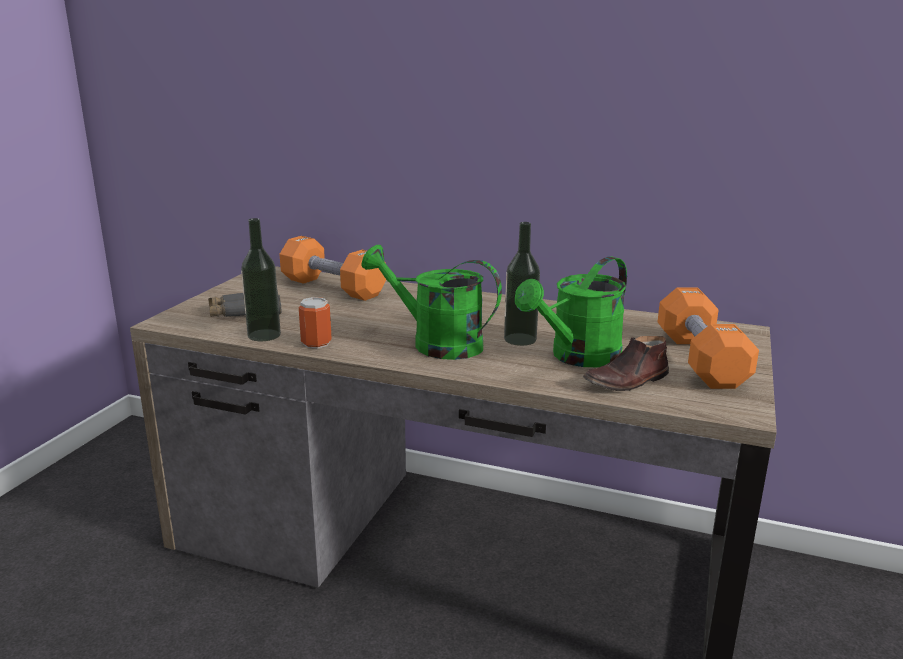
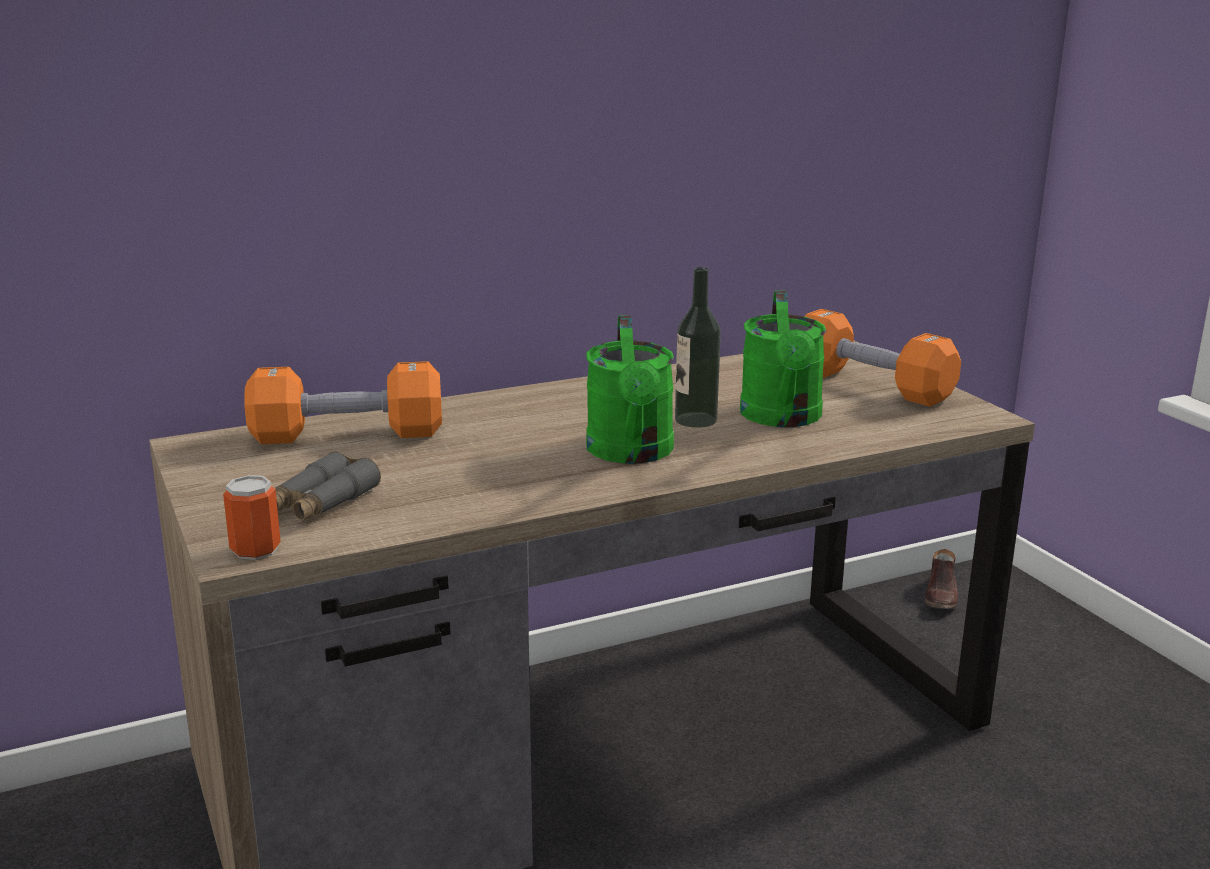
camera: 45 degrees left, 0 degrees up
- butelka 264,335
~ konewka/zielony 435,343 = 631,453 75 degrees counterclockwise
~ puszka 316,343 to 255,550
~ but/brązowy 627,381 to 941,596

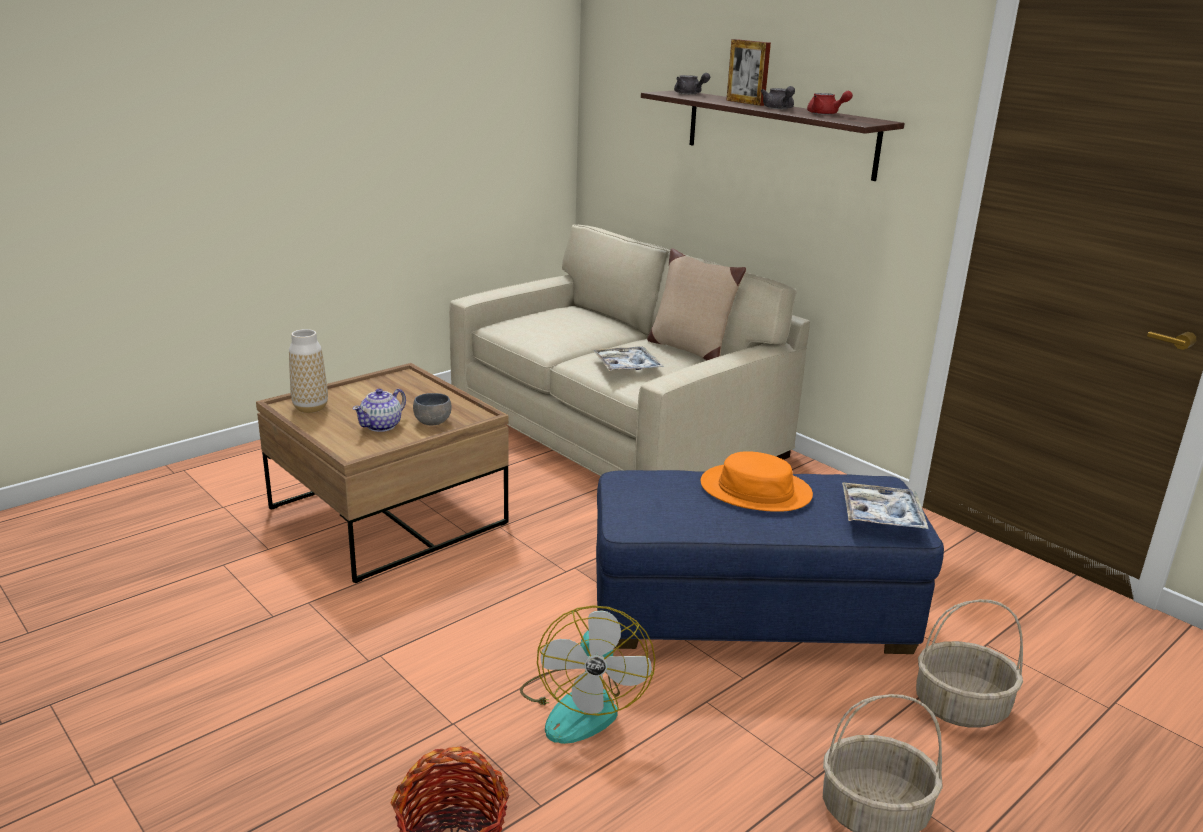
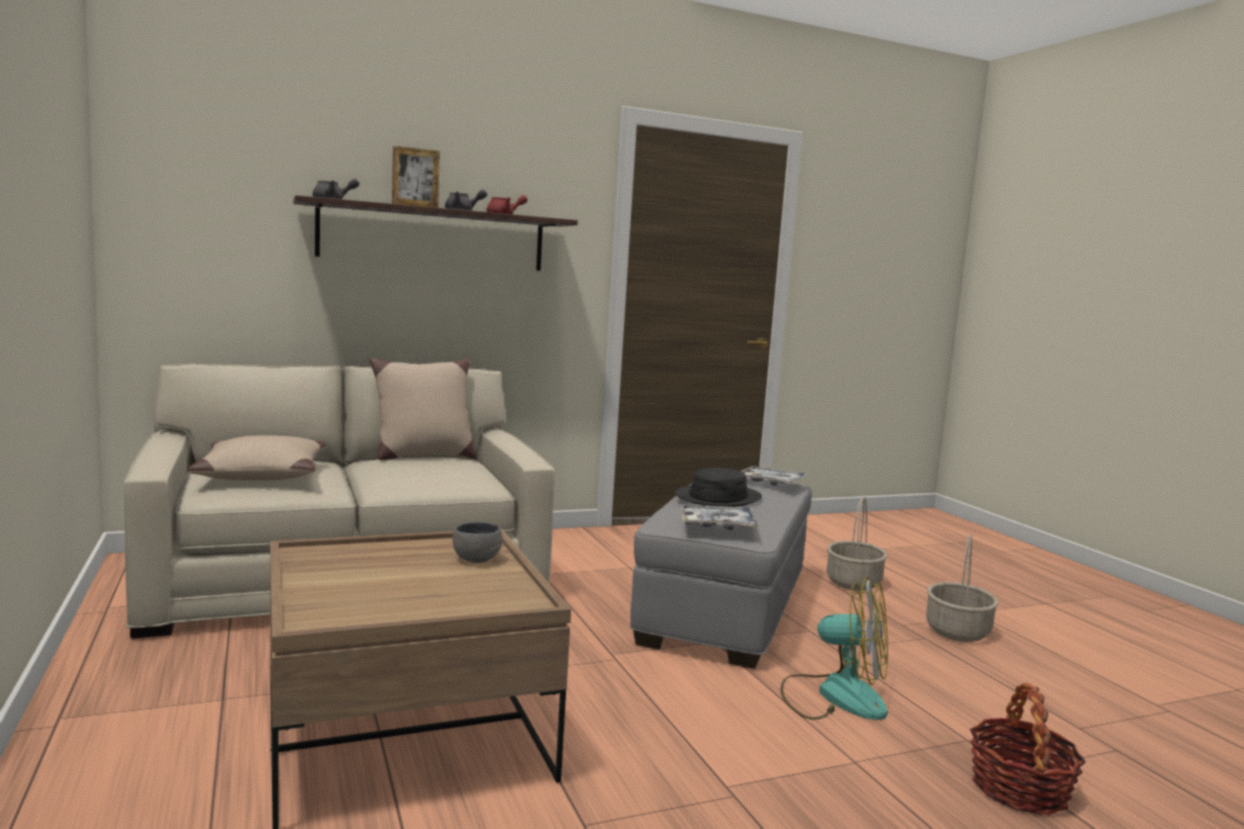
camera: 70 degrees left, 15 degrees down
- wazon 310,408
~ taca 626,366 to 718,525
- imbryk 382,426
~ kapelusz/pomarańczowy 755,490 to kapelusz/czarny 718,497
~ pufa/niebieski 750,612 to pufa/szary 723,607
+ poduszka/beżowy 260,474

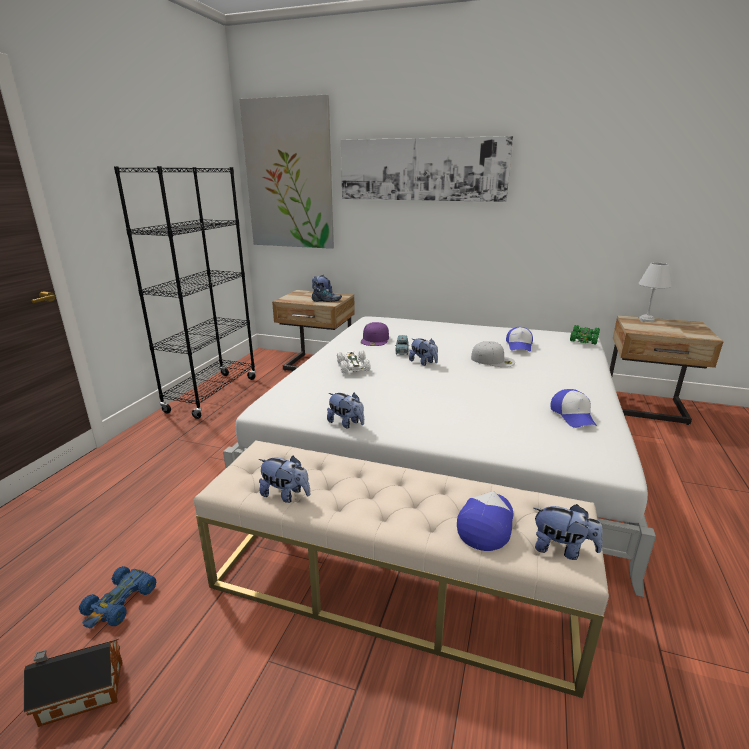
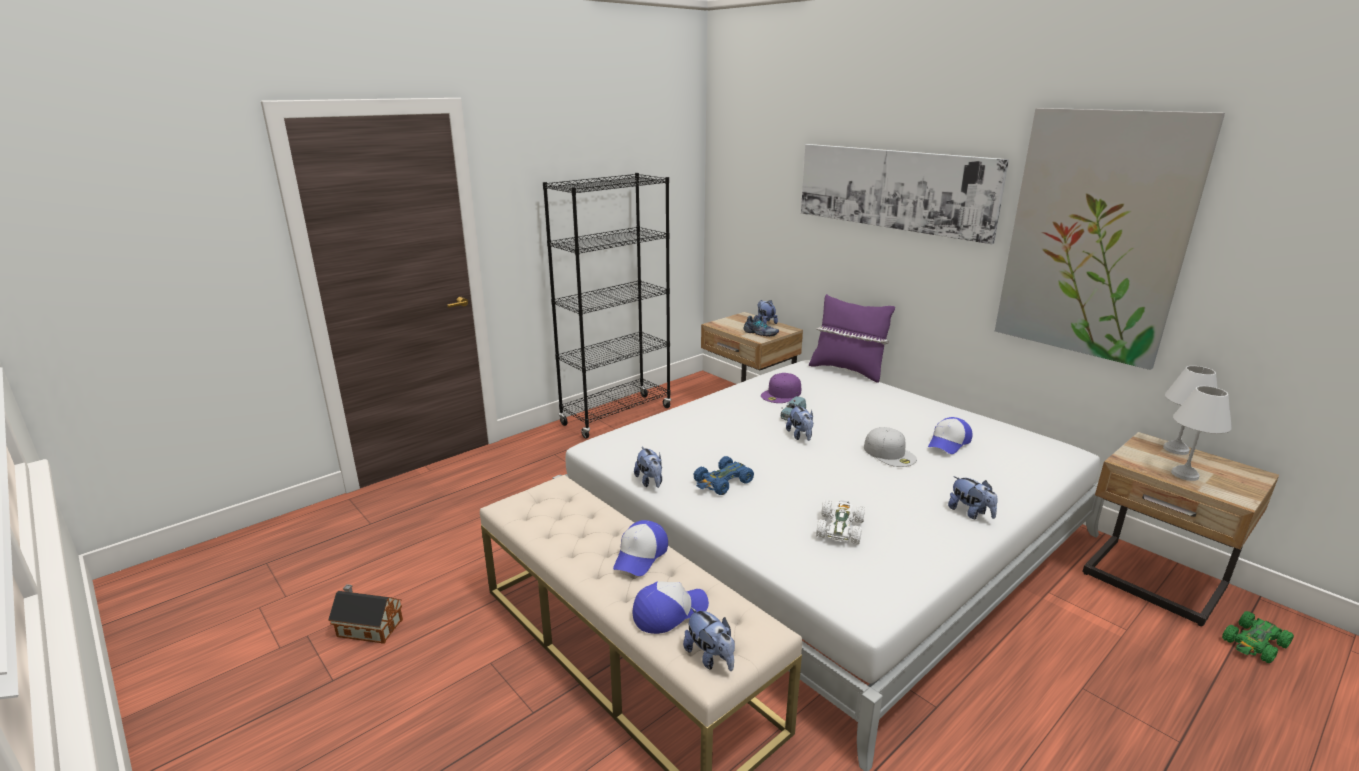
camera: 30 degrees right, 0 degrees up
~ obraz 289,175 to 1095,236
~ samochodzik/zielony 584,339 to 1254,643
~ samochodzik/biały 352,366 to 839,528
~ czapka z daszkiem 573,416 to 640,556
~ pluszak 285,495 to 970,513
~ samochodzik/niebieski 120,602 to 722,482
+ poduszka/fioletowy 847,370
+ lampa stołowa/biały 1183,474

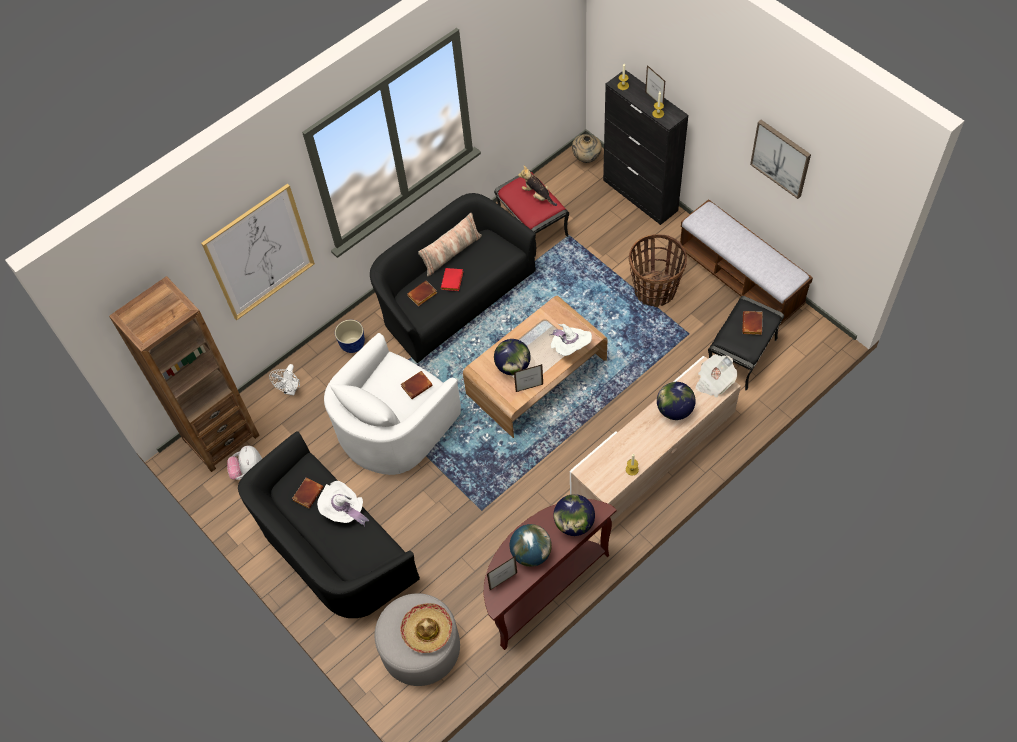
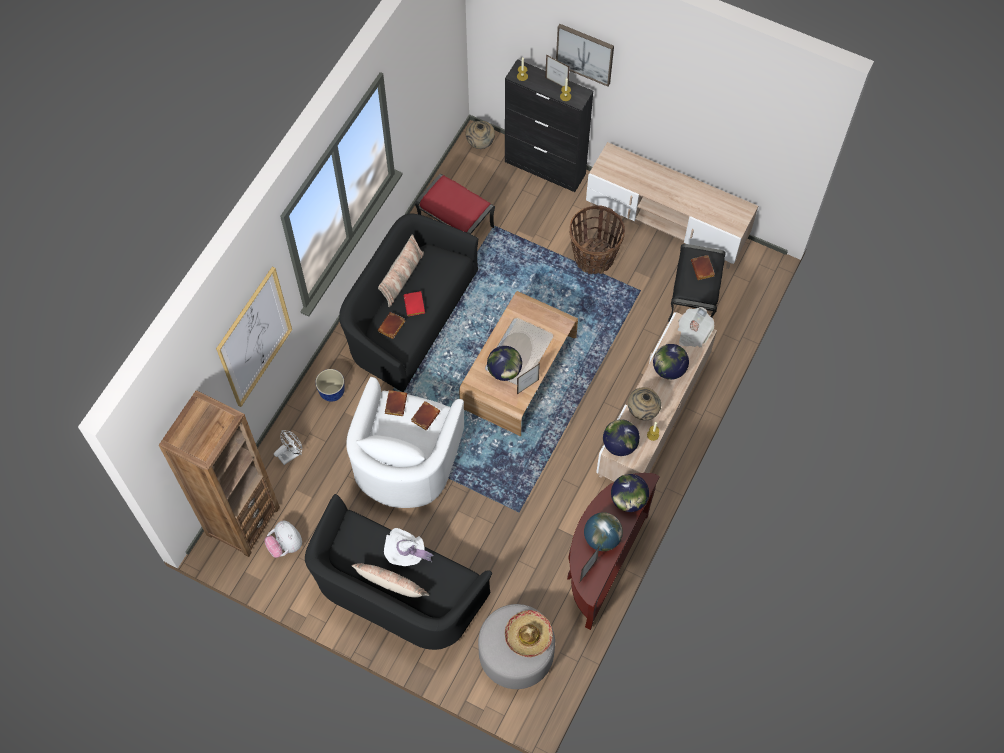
camera: 25 degrees left, 5 degrees up
~ obraz 781,158 to 585,54
- pluszak 537,195
~ ławka 740,278 to szafka pod telewizor/beżowy 666,224
- kapelusz/biały 570,347
~ wentylator/biały 291,390 = 291,454 120 degrees counterclockwise
~ książka/brązowy 308,493 to 395,403
+ wazon/beżowy 642,411
+ globus 619,445
+ poduszka 391,585

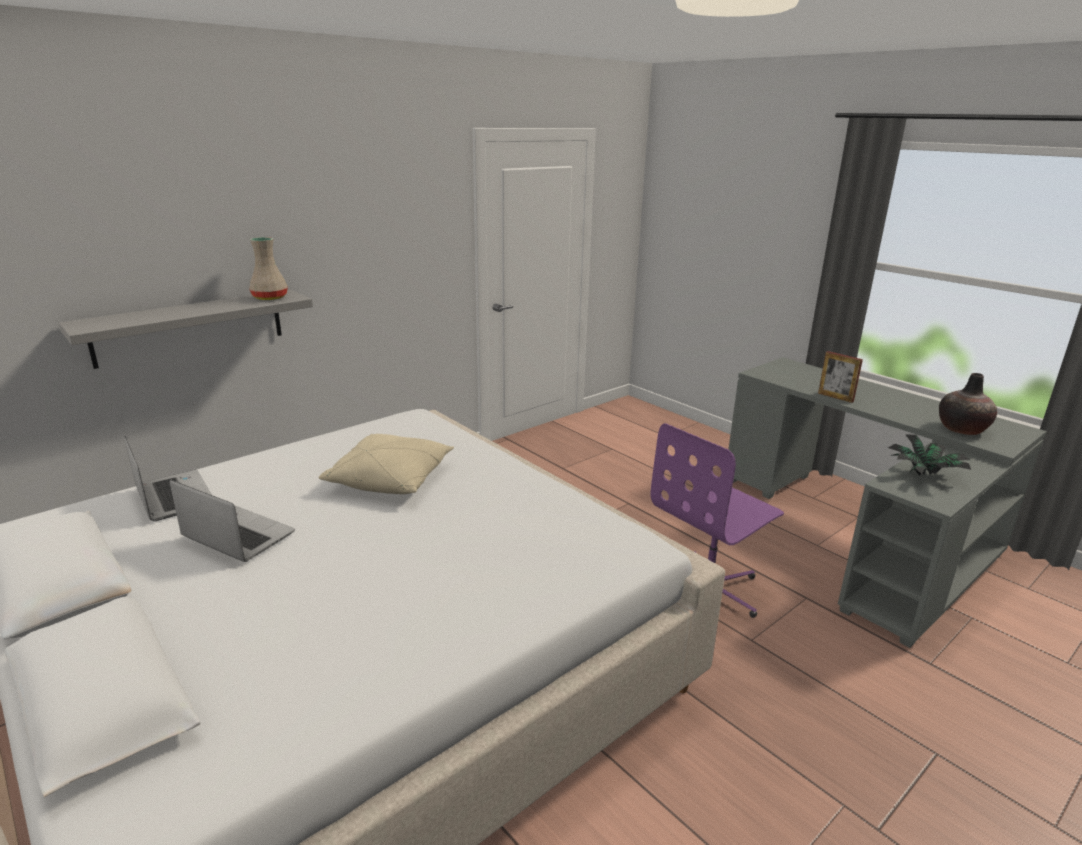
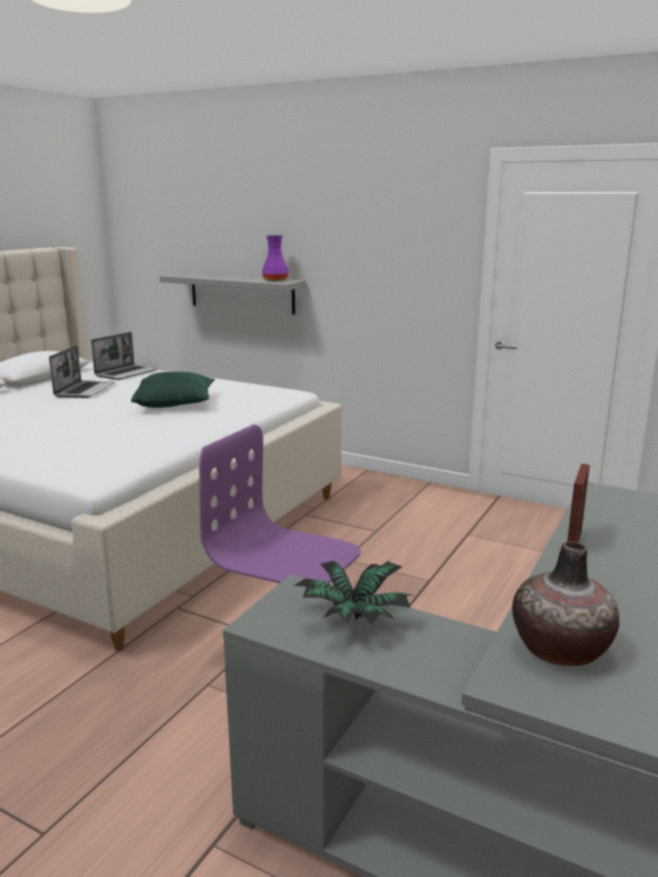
camera: 70 degrees right, 5 degrees down
~ wazon/beżowy 269,297 to wazon/fioletowy 275,280
~ poduszka/beżowy 391,478 to poduszka/zielony 175,403

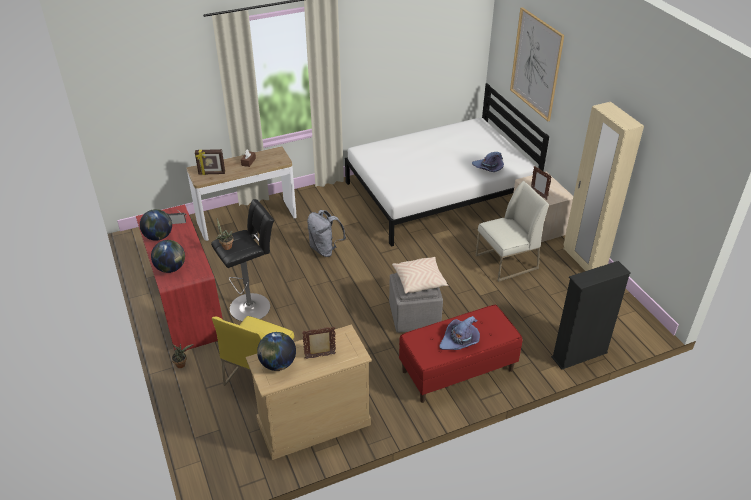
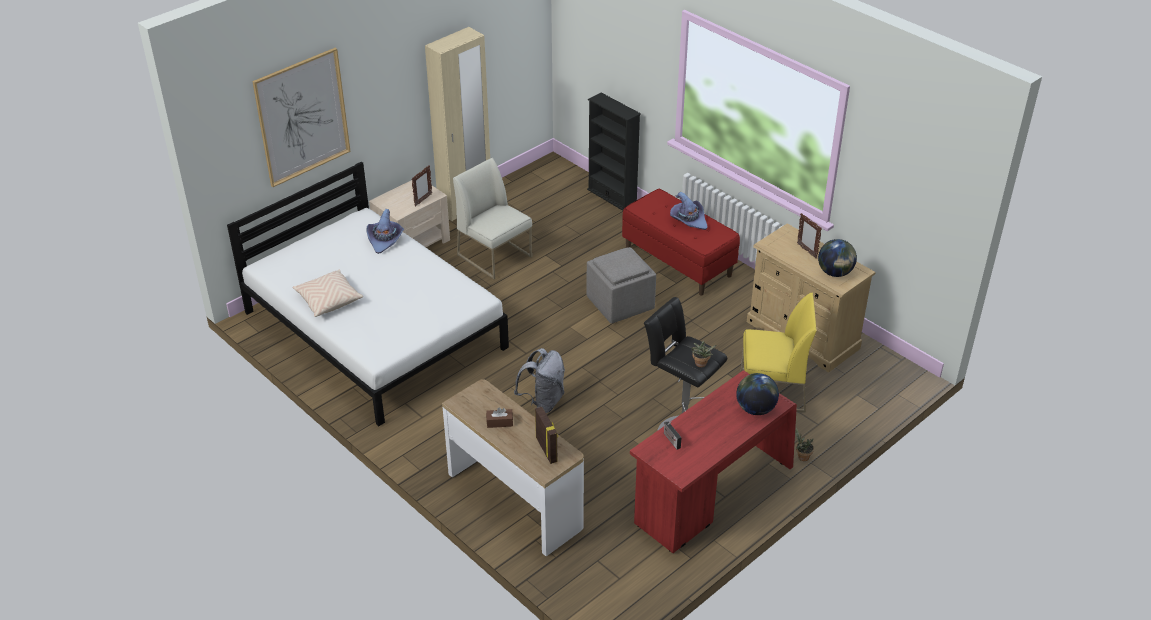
camera: 110 degrees left, 0 degrees up
- globus 159,237
~ poduszka/beżowy 419,281 to 328,300

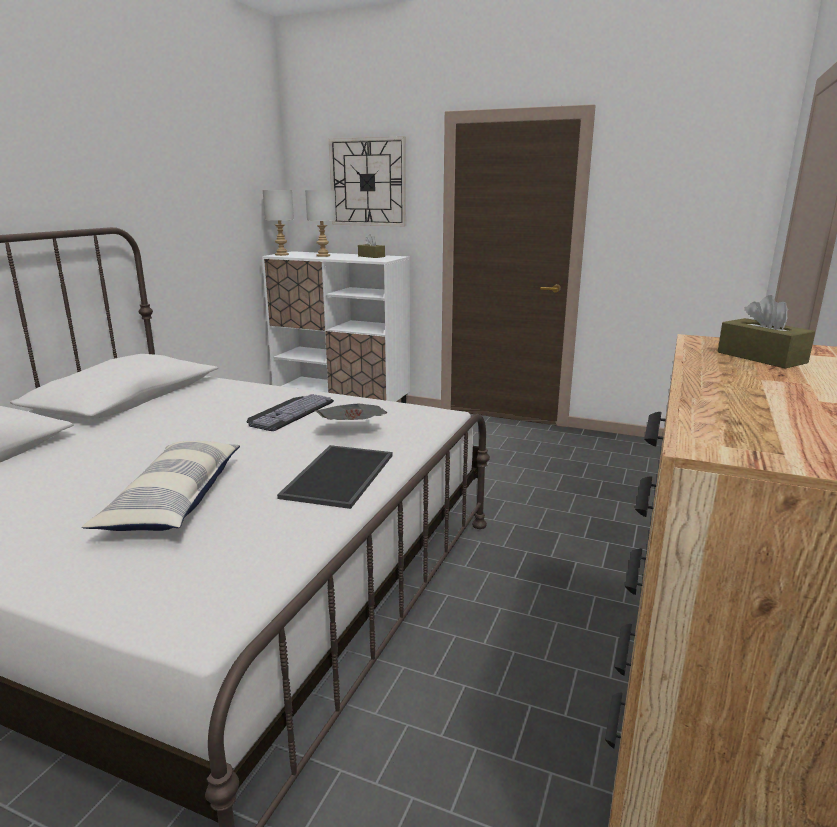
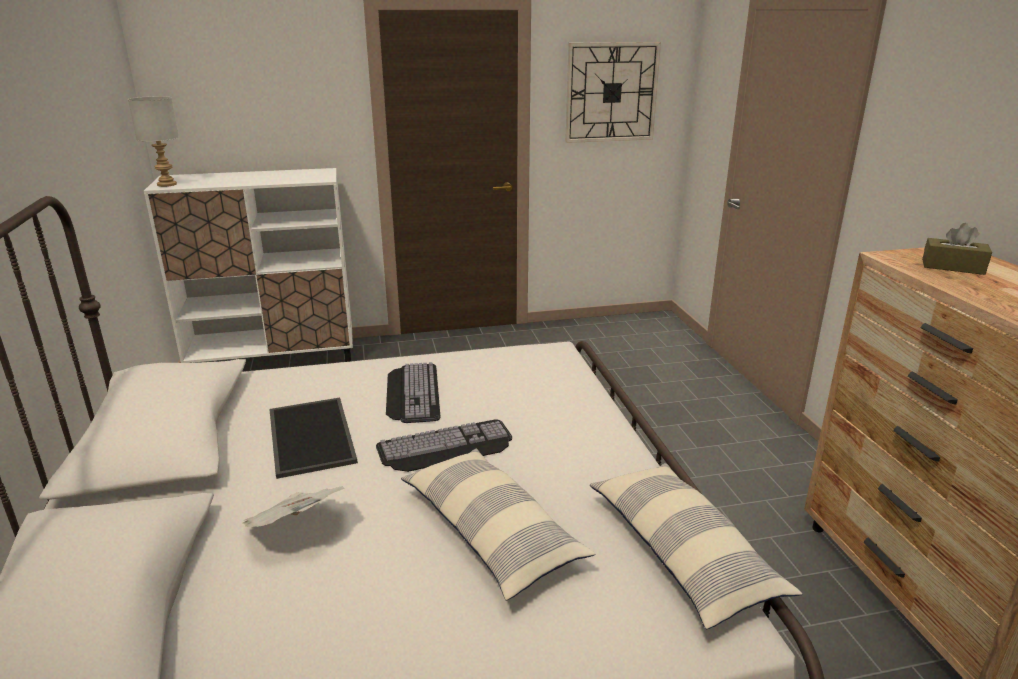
camera: 35 degrees left, 5 degrees up
~ zegar ścienny 368,182 to 611,92
- lampa stołowa/szary 323,256
- pudełko chusteczek/brązowy 371,256
~ gazeta 352,431 to 296,527
~ taca 337,475 to 308,436
+ klawiatura 446,448
+ poduszka 681,553

